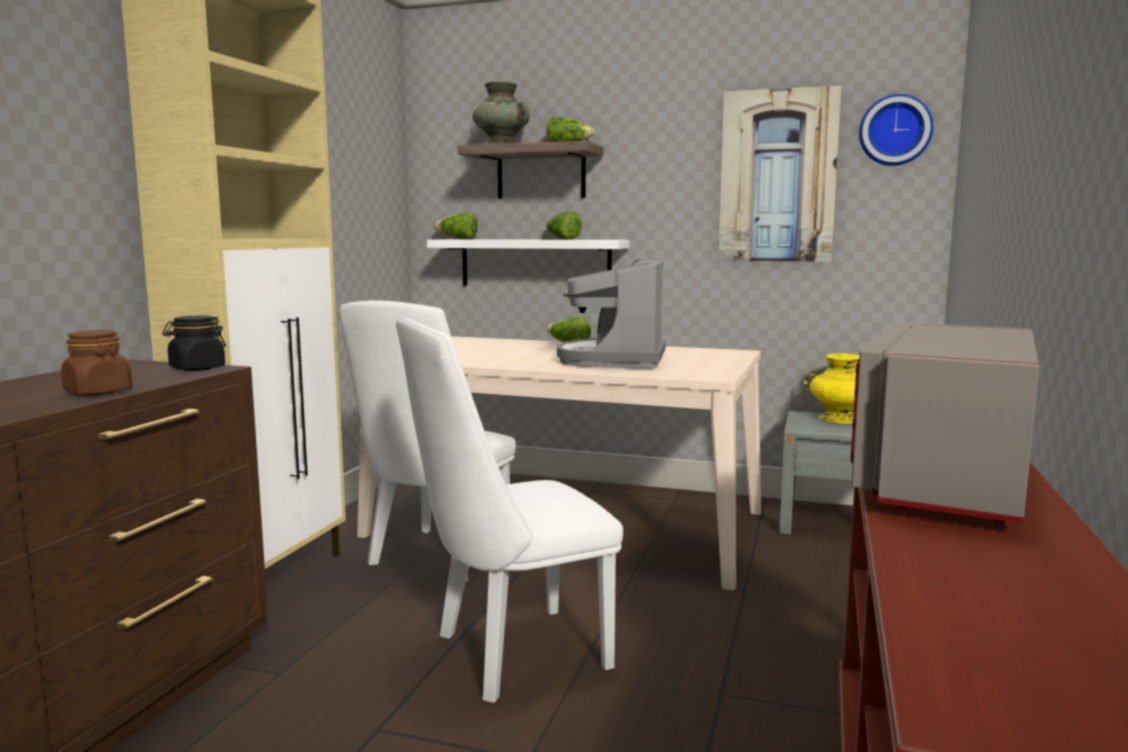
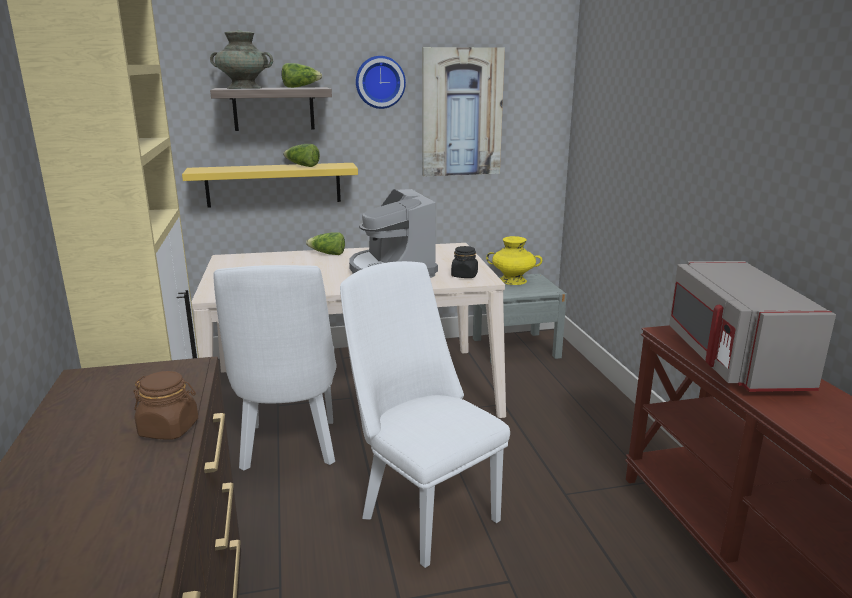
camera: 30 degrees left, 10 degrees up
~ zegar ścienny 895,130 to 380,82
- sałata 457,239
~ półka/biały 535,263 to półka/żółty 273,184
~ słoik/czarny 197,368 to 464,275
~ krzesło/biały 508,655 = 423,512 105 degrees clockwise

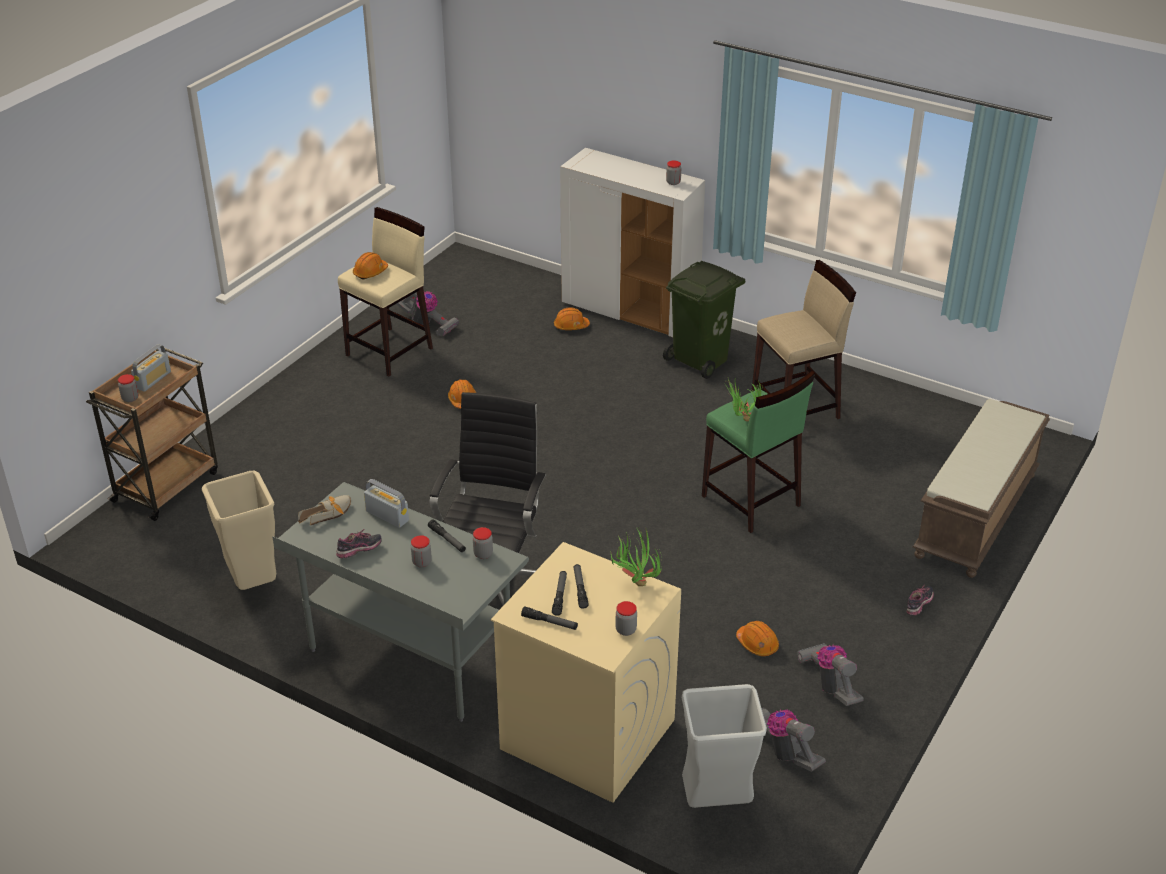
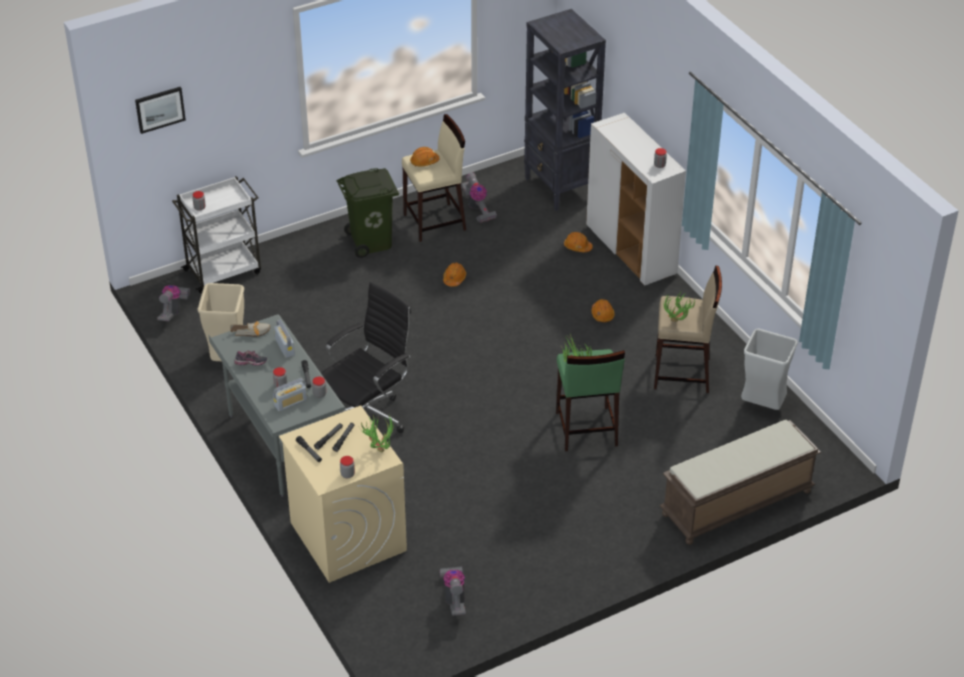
camera: 30 degrees right, 5 degrees up
~ kosz na śmieci/zielony 701,360 to 371,242
~ radio 153,380 to 291,403
~ wózek/brązowy 167,485 to wózek/biały 224,271
- but 919,606
~ kask/pomarańczowy 757,644 to 602,314
~ odkurzacz 830,685 to 173,311
~ kosz na śmieci/szary 717,802 to 762,406
+ regał/czarny 560,188
+ obraz 160,109
+ roślina doniczkowa 677,323

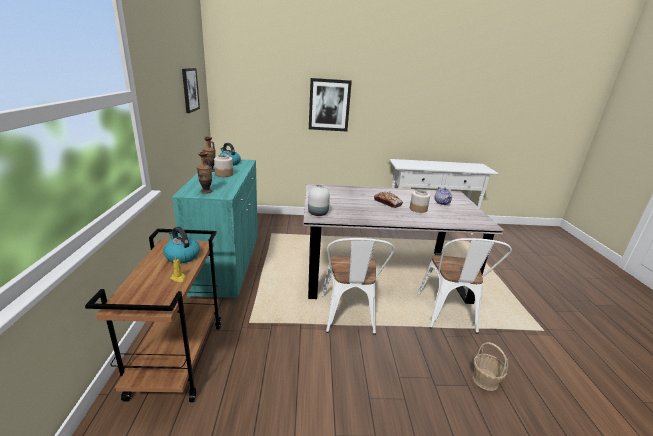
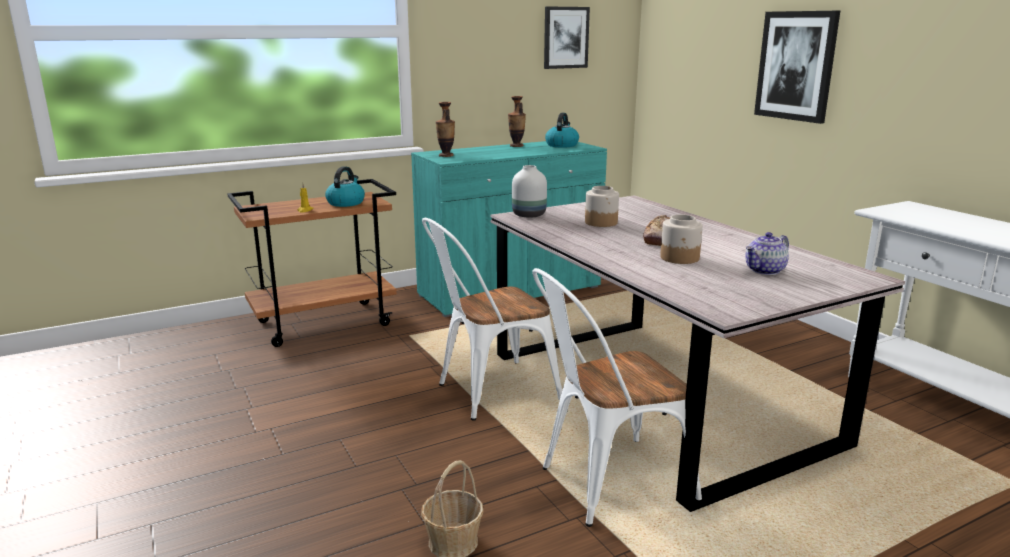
camera: 65 degrees right, 5 degrees down
~ słoik 224,174 to 601,222

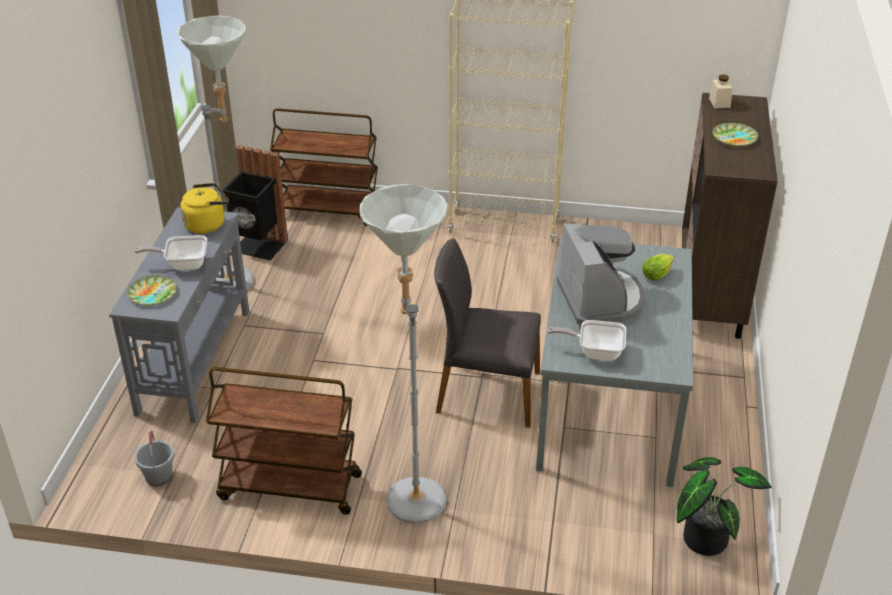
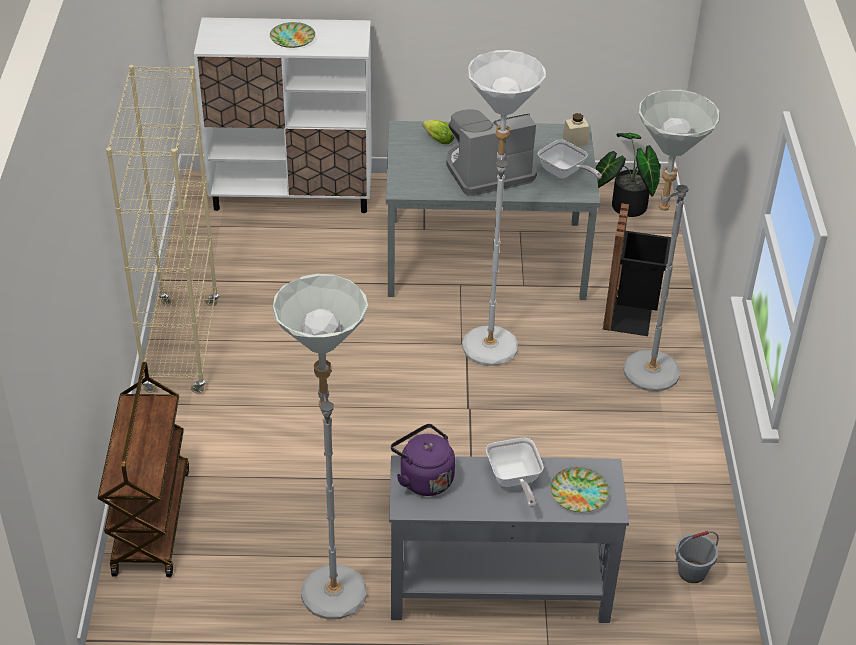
camera: 100 degrees left, 5 degrees up
~ słoik/beżowy 719,103 to 575,141
~ szafka/brązowy 710,290 to szafka/biały 292,194
~ kosz na śmieci/czarny 259,247 to 631,316
~ czajnik/żółty 207,224 to czajnik/fioletowy 423,478
~ krzesło/szary 486,392 to lampa stojąca/biały 489,338
~ patelnia 595,351 = 564,173 45 degrees counterclockwise
- wózek/brązowy 288,487

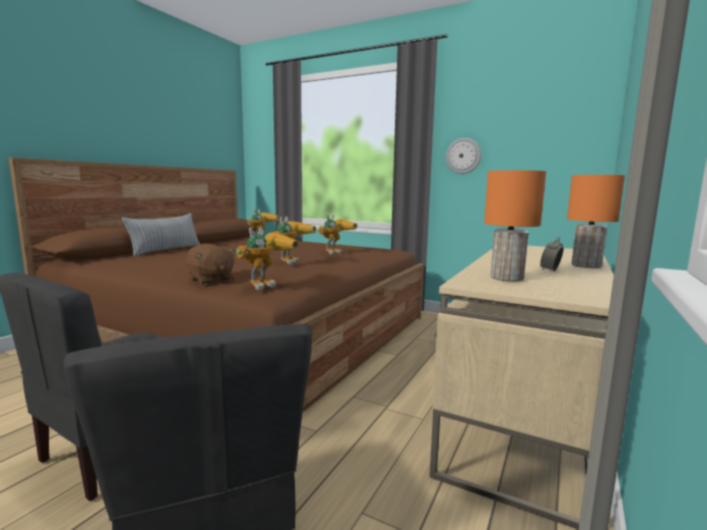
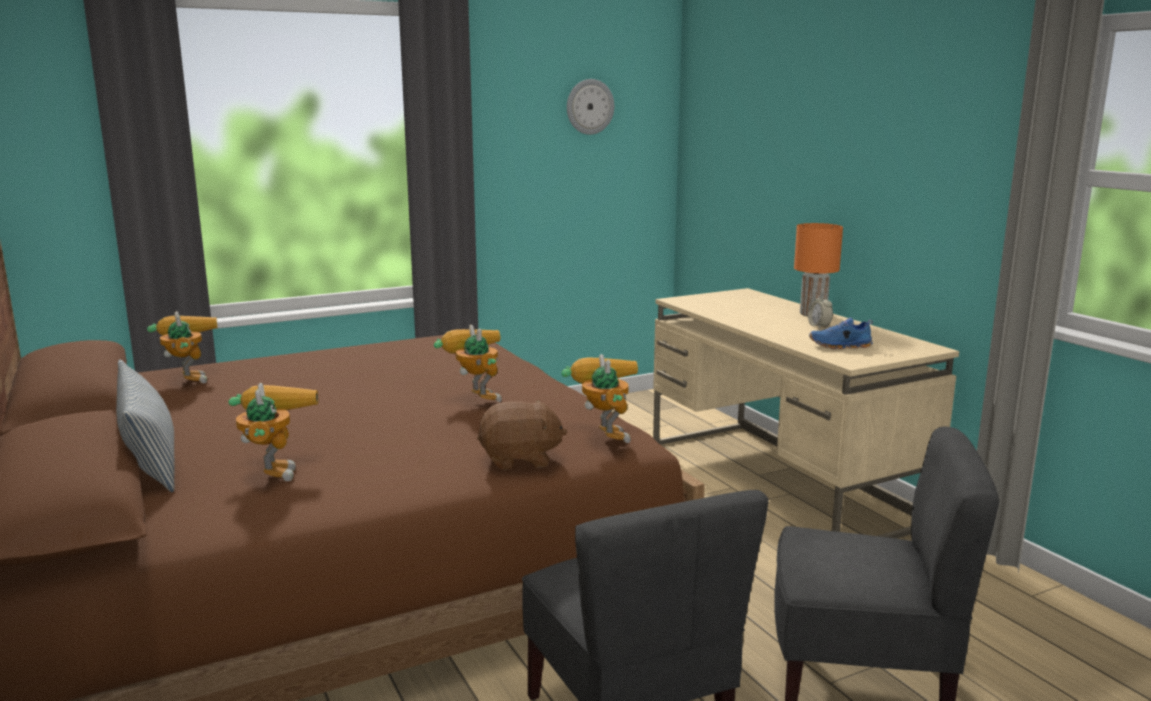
camera: 55 degrees left, 5 degrees up
~ zegar ścienny 463,156 to 589,106
~ lampa stołowa/pomarańczowy 507,278 to but/niebieski 840,346
~ robot zabawkowy 336,252 to 274,469

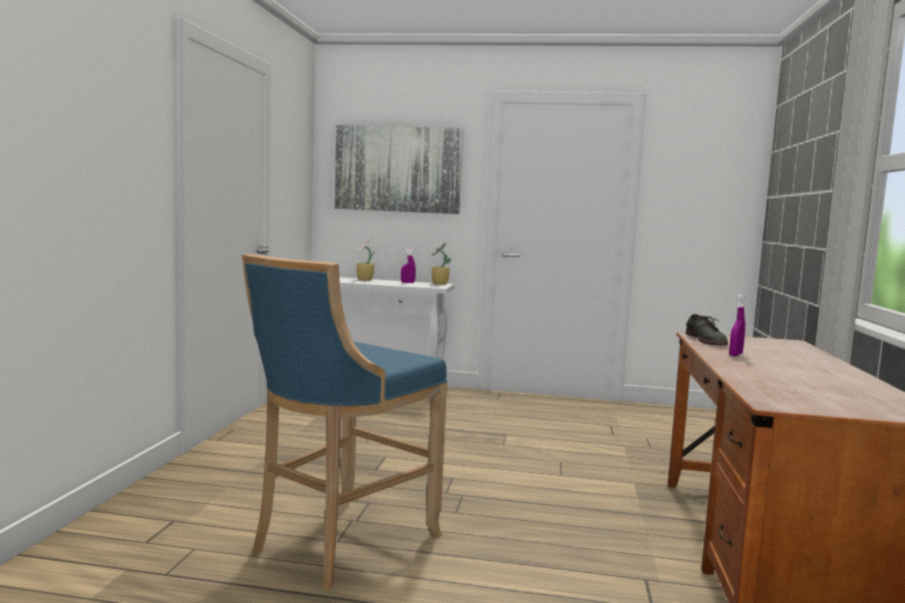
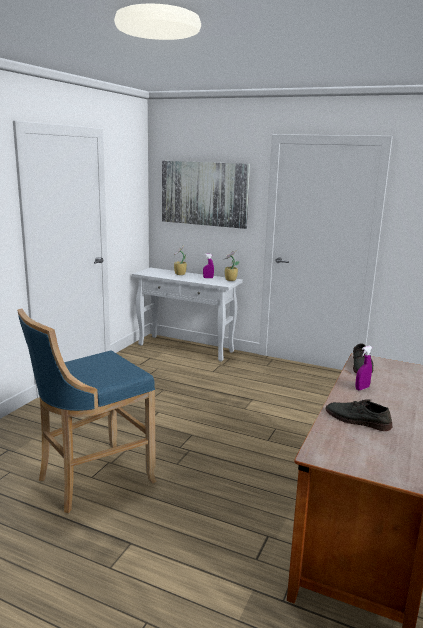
camera: 15 degrees right, 10 degrees up
+ but/szary 357,420

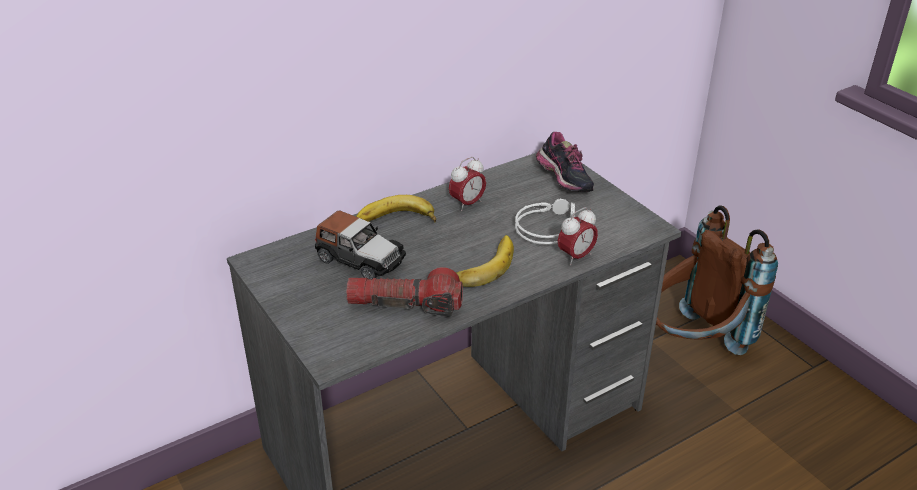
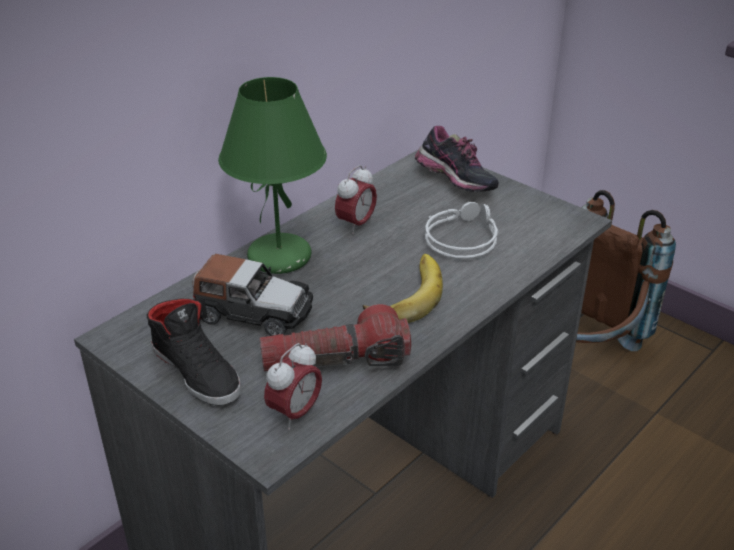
camera: 15 degrees left, 0 degrees up
~ banan 396,221 to lampa stołowa/zielony 279,258
~ budzik 576,257 to 295,413
+ but/czarny 197,371

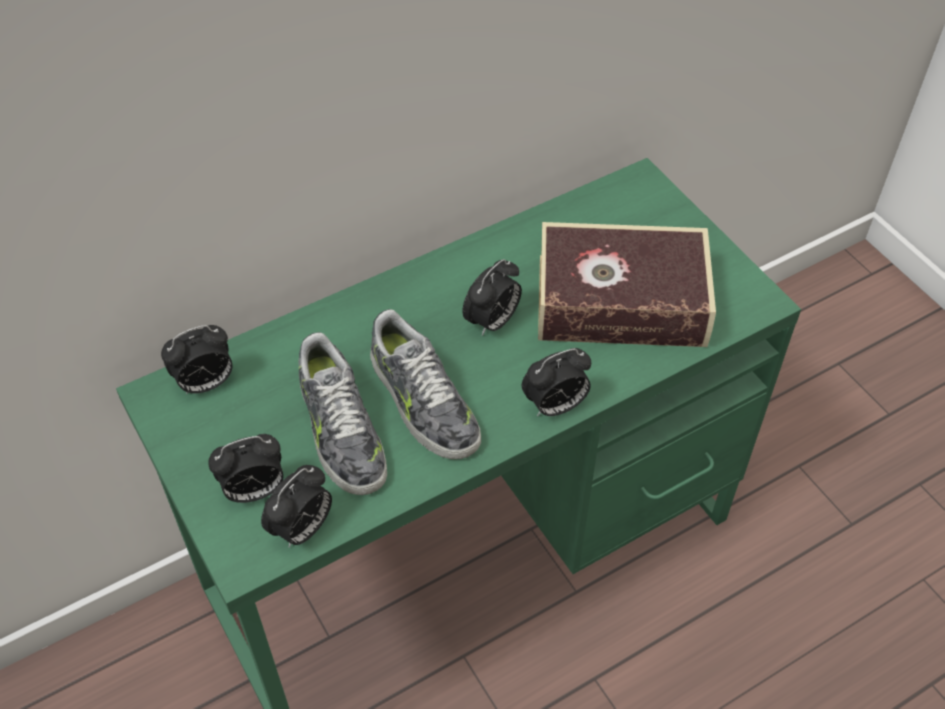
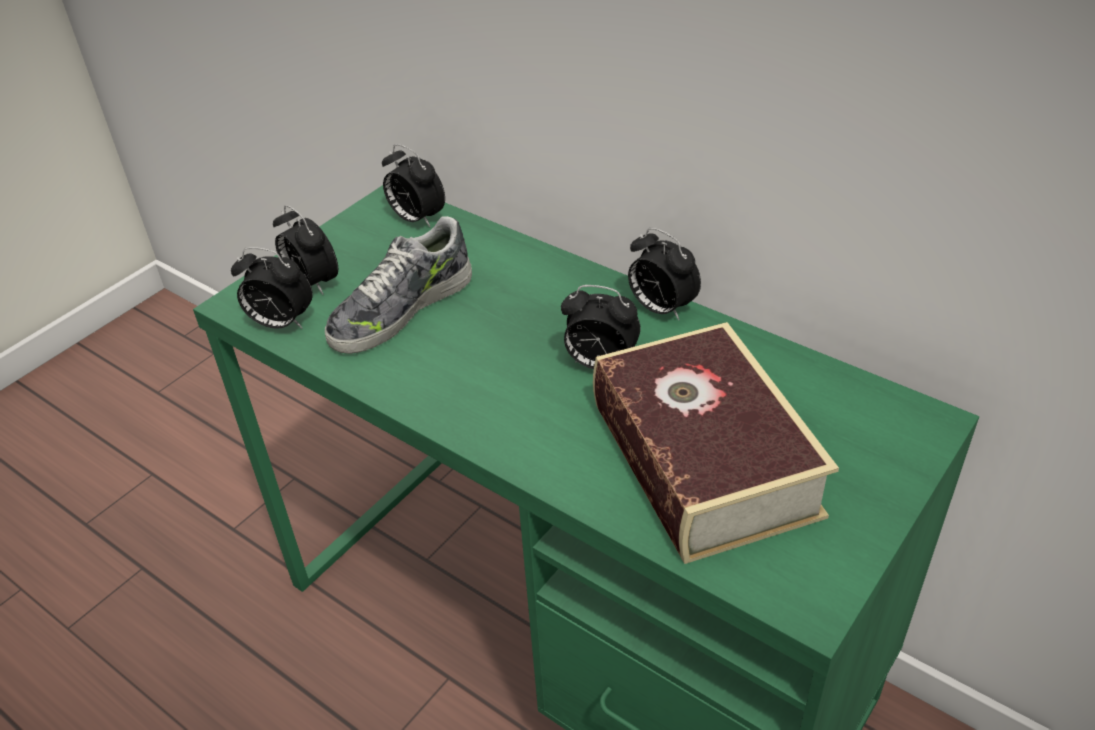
camera: 70 degrees right, 10 degrees down
- but 422,402
~ budzik 555,406 to 660,309

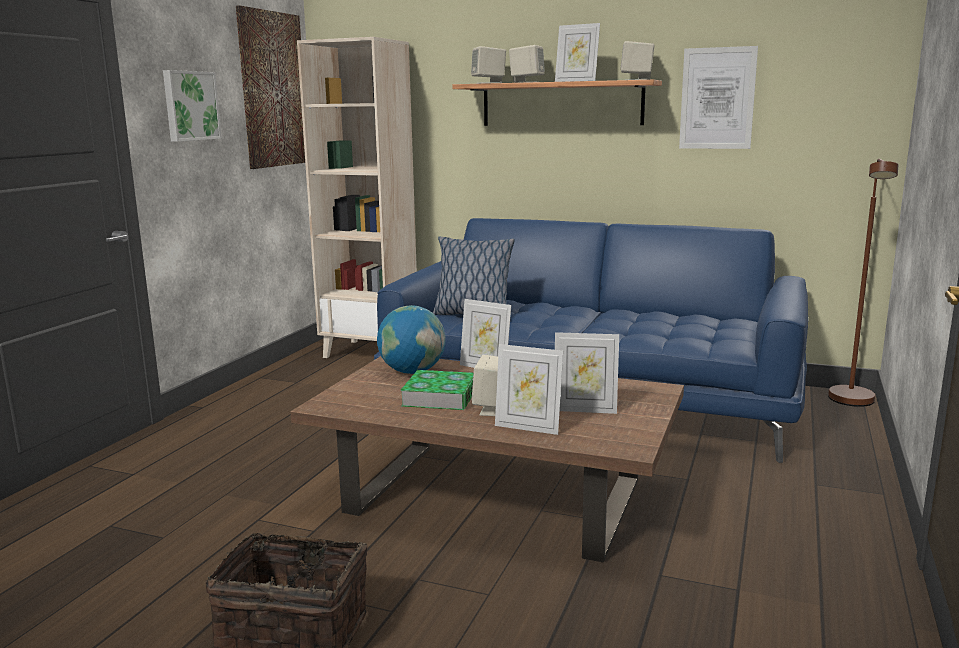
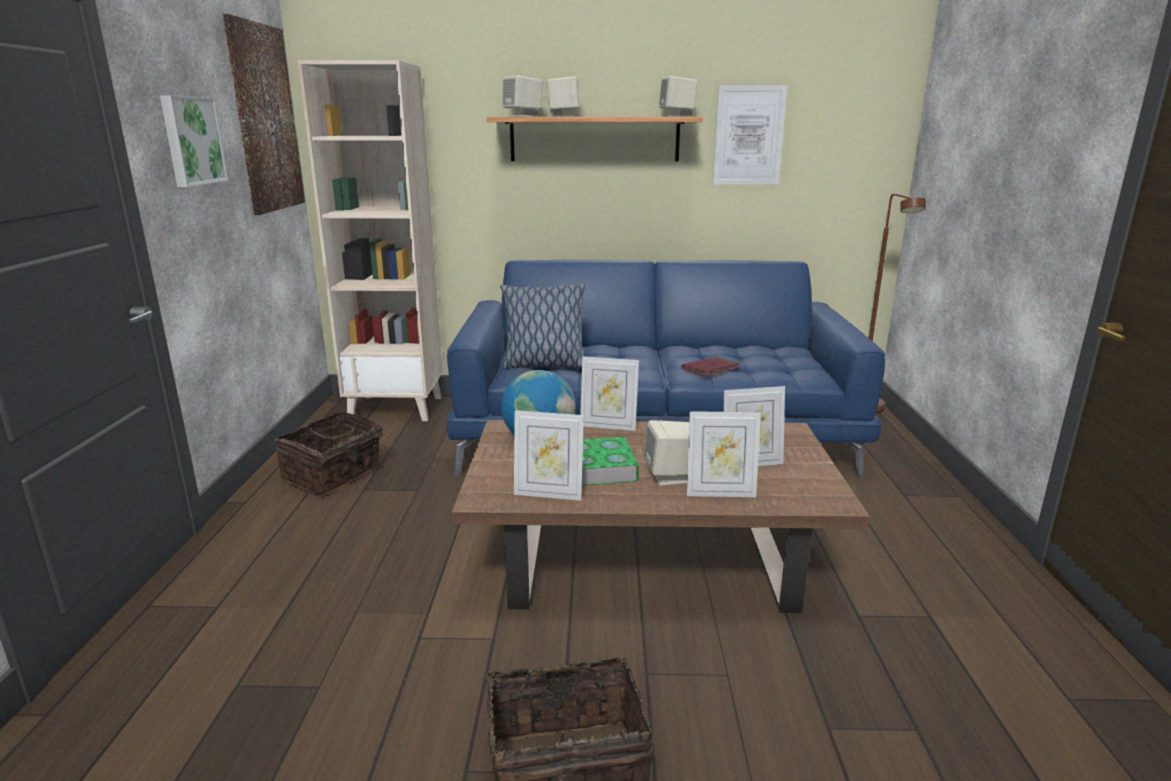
camera: 20 degrees left, 5 degrees up
~ ramka na zdjęcie 576,81 to 548,494
+ książka/czerwony 710,369
+ koszyk 334,475

